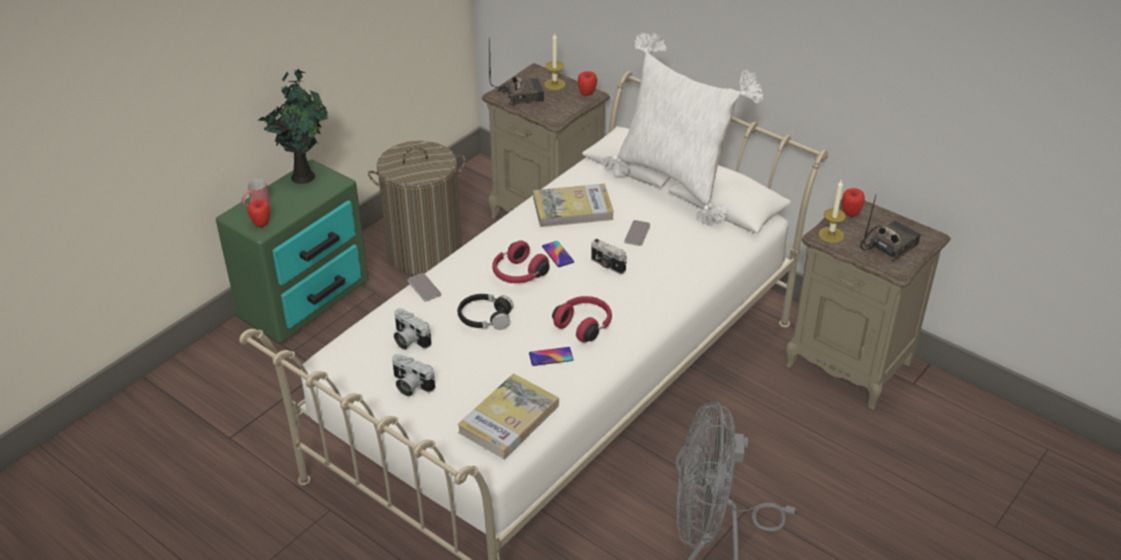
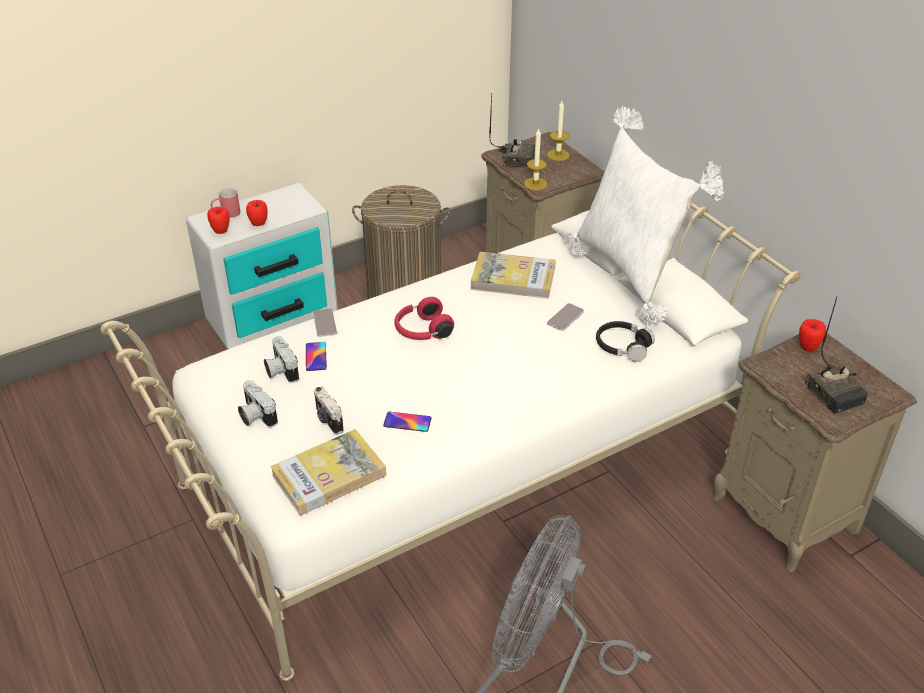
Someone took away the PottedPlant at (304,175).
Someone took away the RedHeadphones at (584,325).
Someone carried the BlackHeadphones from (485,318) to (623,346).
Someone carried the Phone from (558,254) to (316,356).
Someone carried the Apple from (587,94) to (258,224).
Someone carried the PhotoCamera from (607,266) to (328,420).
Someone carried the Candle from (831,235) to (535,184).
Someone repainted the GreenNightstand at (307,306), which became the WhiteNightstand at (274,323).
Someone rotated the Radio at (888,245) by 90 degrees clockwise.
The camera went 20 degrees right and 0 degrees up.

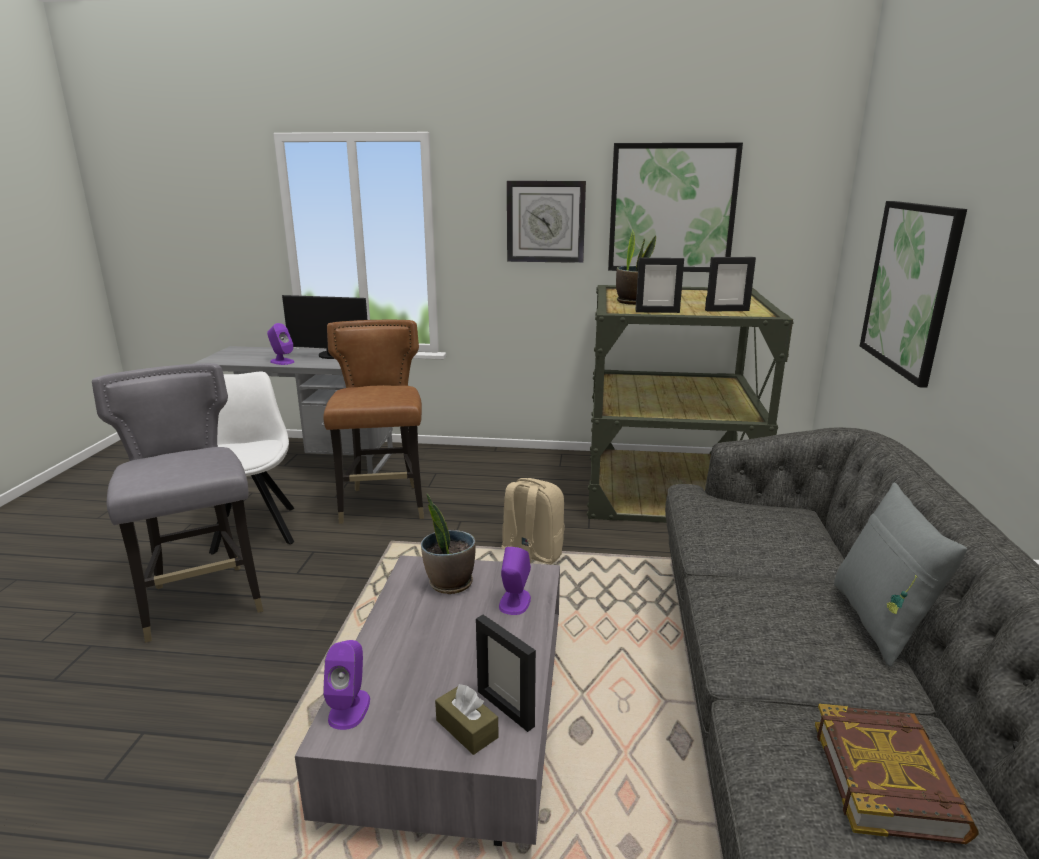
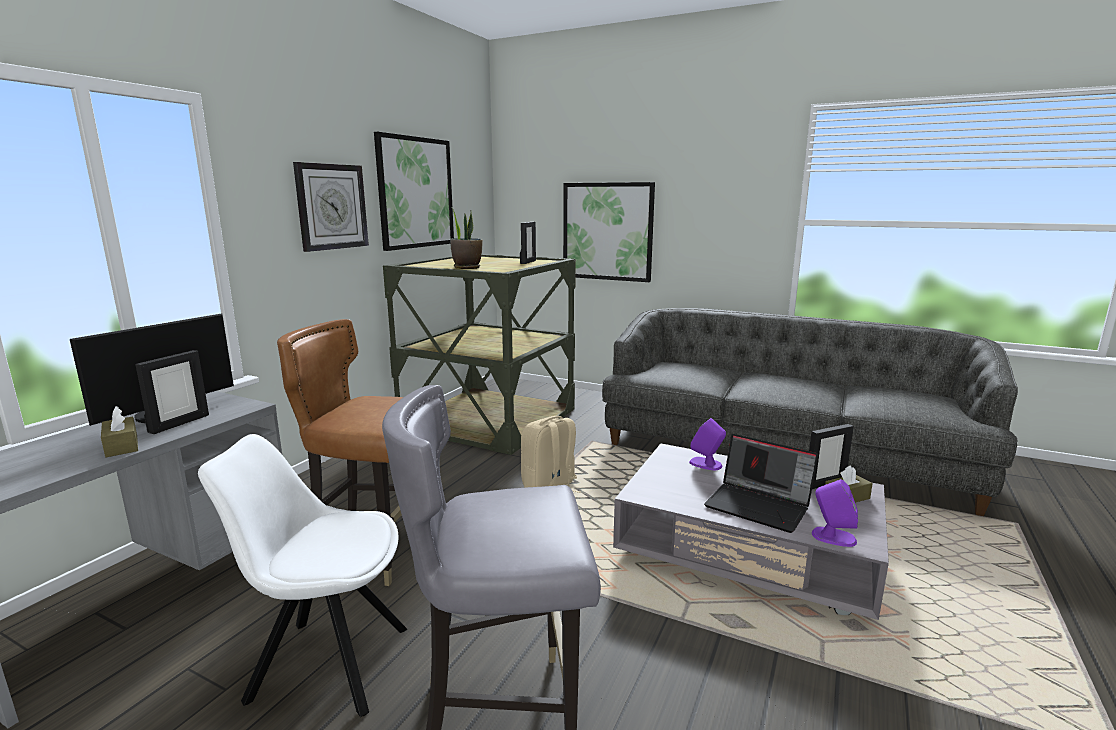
Someone took away the PottedPlant at (449,583).
Someone took away the Book at (887,779).
Someone took away the GreyPillow at (879,623).
Someone put down the Laptop at (759,505).
Someone carried the PictureFrame from (657,311) to (179,423).
Someone swapped the PurpleSpeaker at (282,361) for the BrownTissueBox at (122,446).
The camera went 70 degrees left and 5 degrees down.

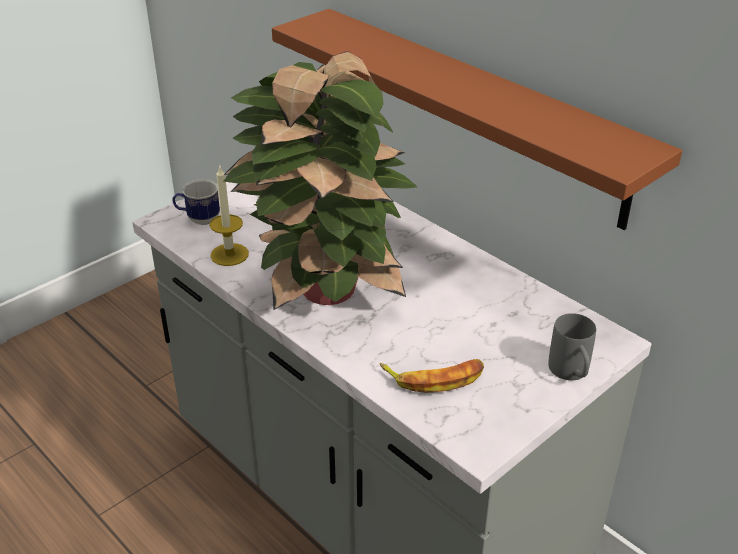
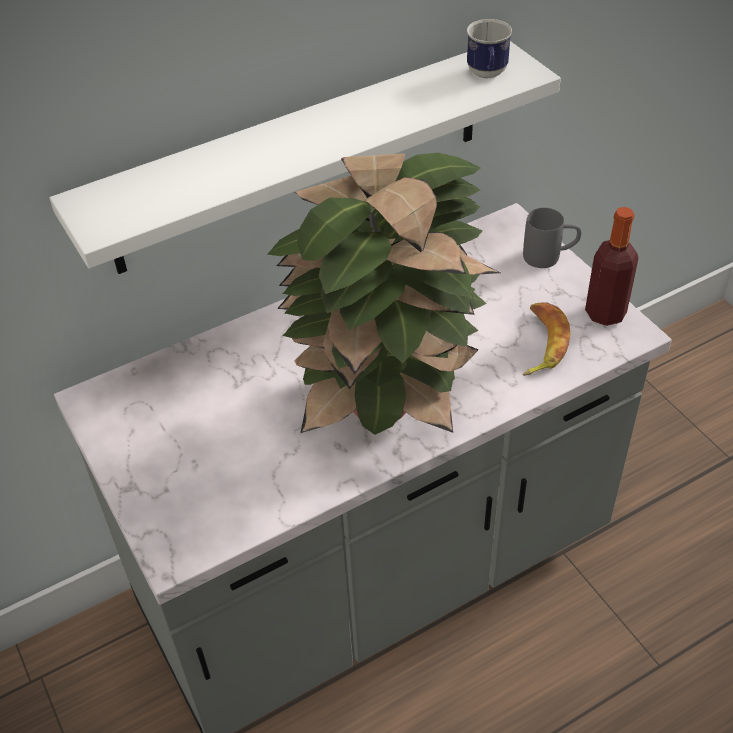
Someone took away the Candle at (229,254).
Someone put down the Bottle at (605,313).
Someone carried the Mug from (198,220) to (487,75).
Someone repainted the BrownShelf at (476,113), which became the WhiteShelf at (300,157).
The camera went 75 degrees left and 10 degrees up.

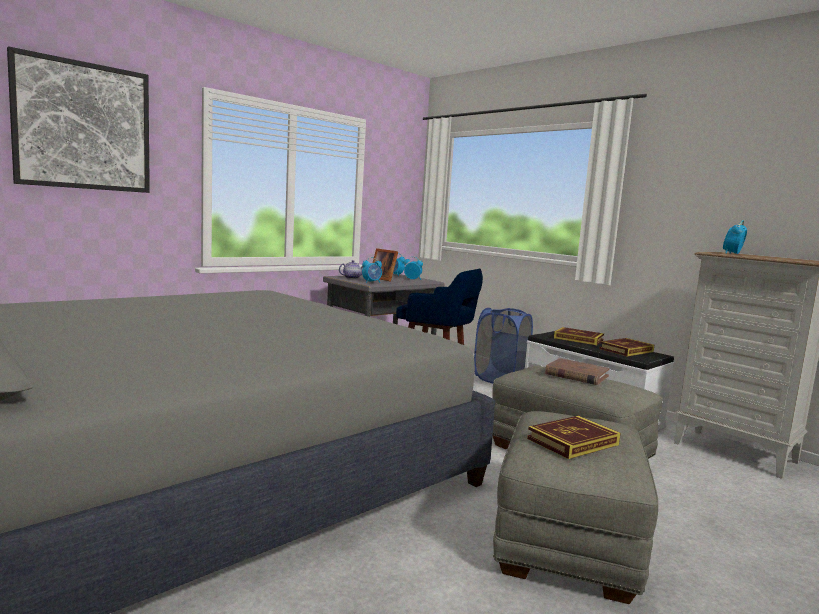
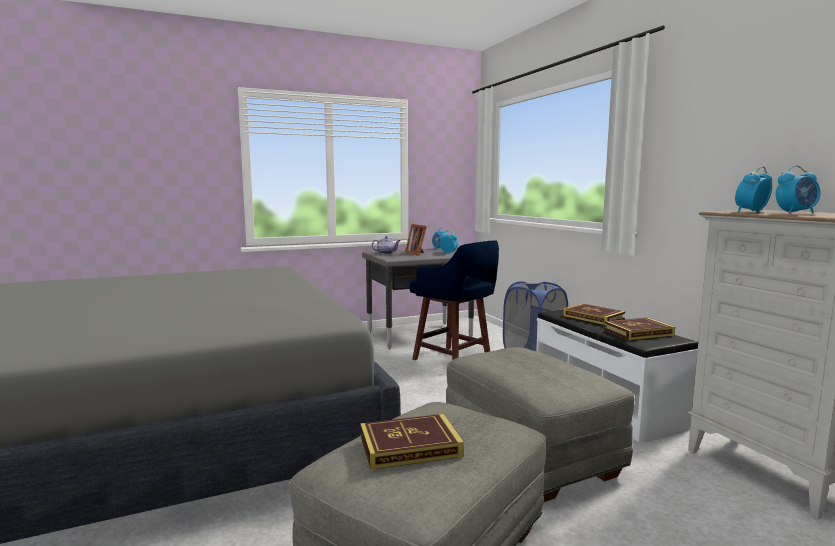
Someone took away the Picture at (83,126).
Someone took away the BrownBook at (576,375).
Someone carried the AlarmClock from (372,282) to (796,213).
The camera went 20 degrees right and 0 degrees up.

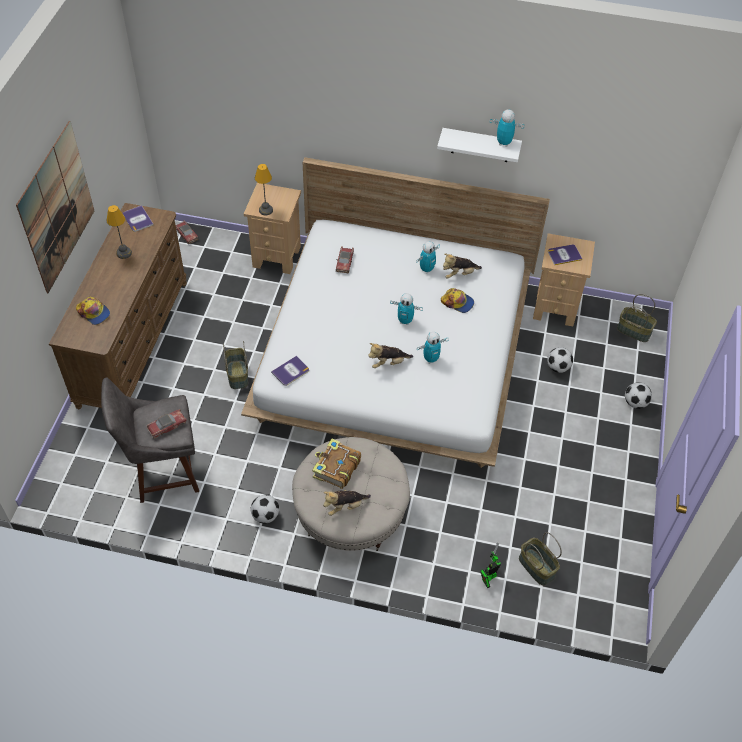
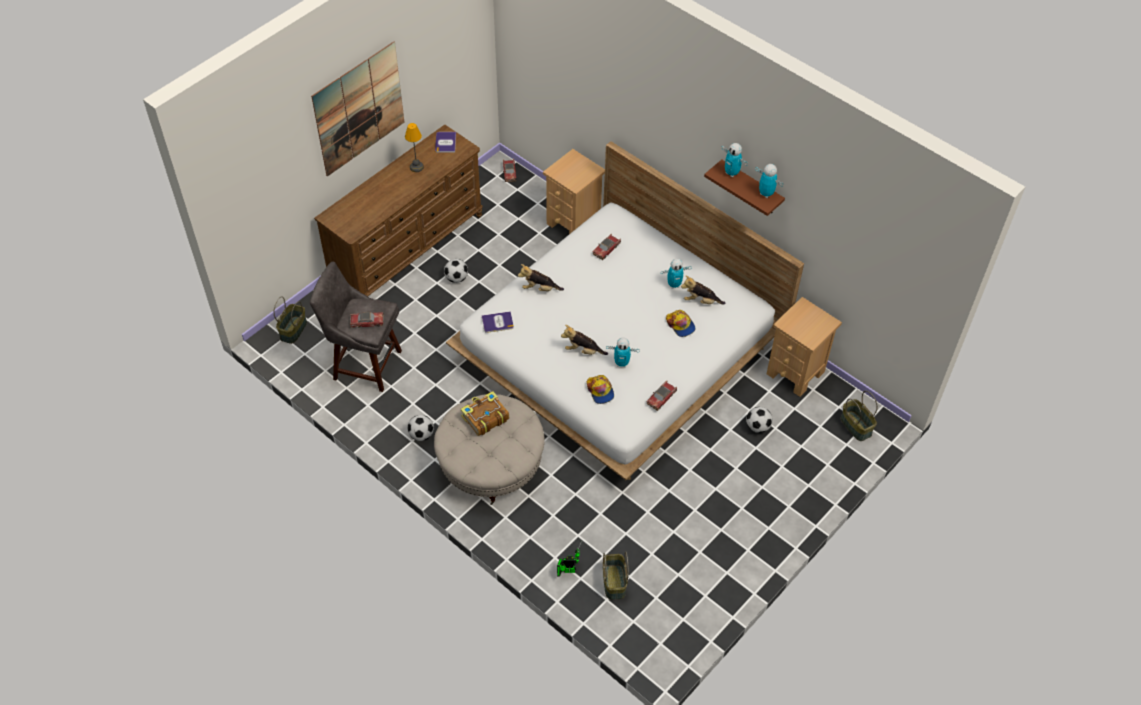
Someone took away the TableLamp at (265,210).
Someone took away the Book at (564,255).
Someone put down the ToyCar at (661,398).
Someone carried the Cap from (94,313) to (600,391).
Someone carried the Basket from (237,374) to (293,329).
Someone carried the PlushToy from (345,506) to (539,288).
Someone carried the ToyRobot from (405,321) to (731,173).
Someone carried the Football from (635,403) to (456,278).
Someone repainted the WhiteShelf at (480,145), which became the BrownShelf at (751,188).
The camera went 30 degrees right and 0 degrees up.

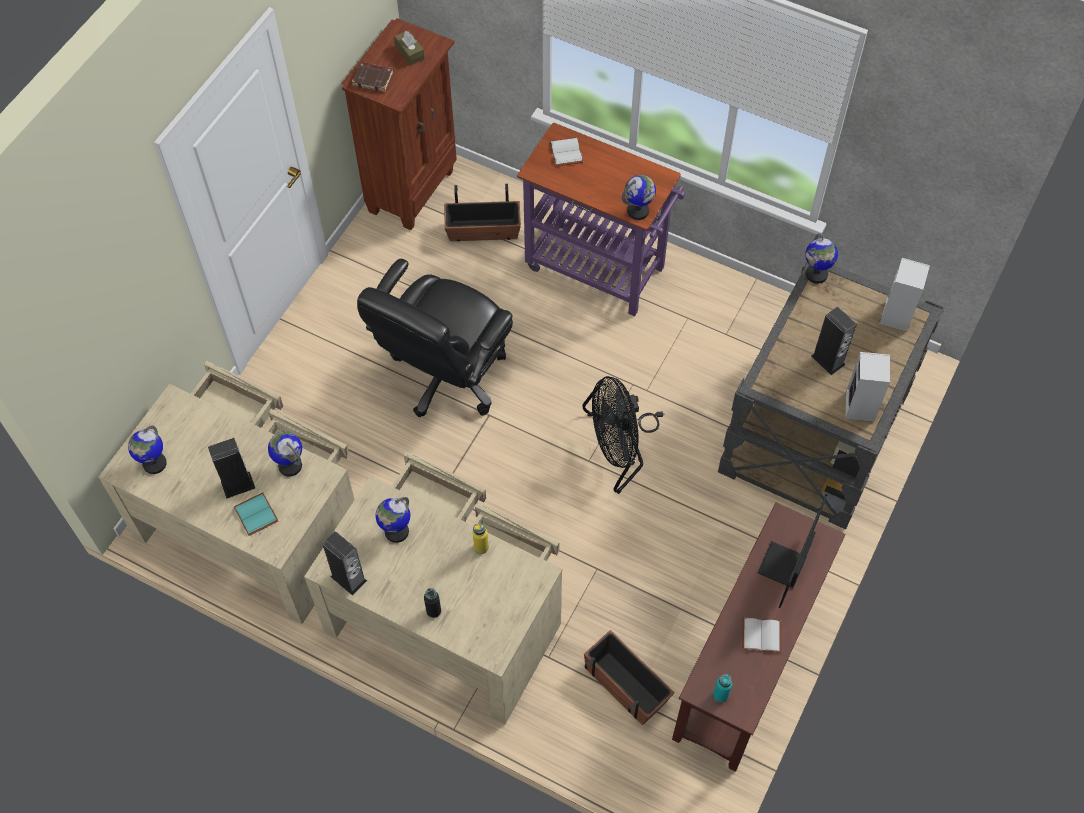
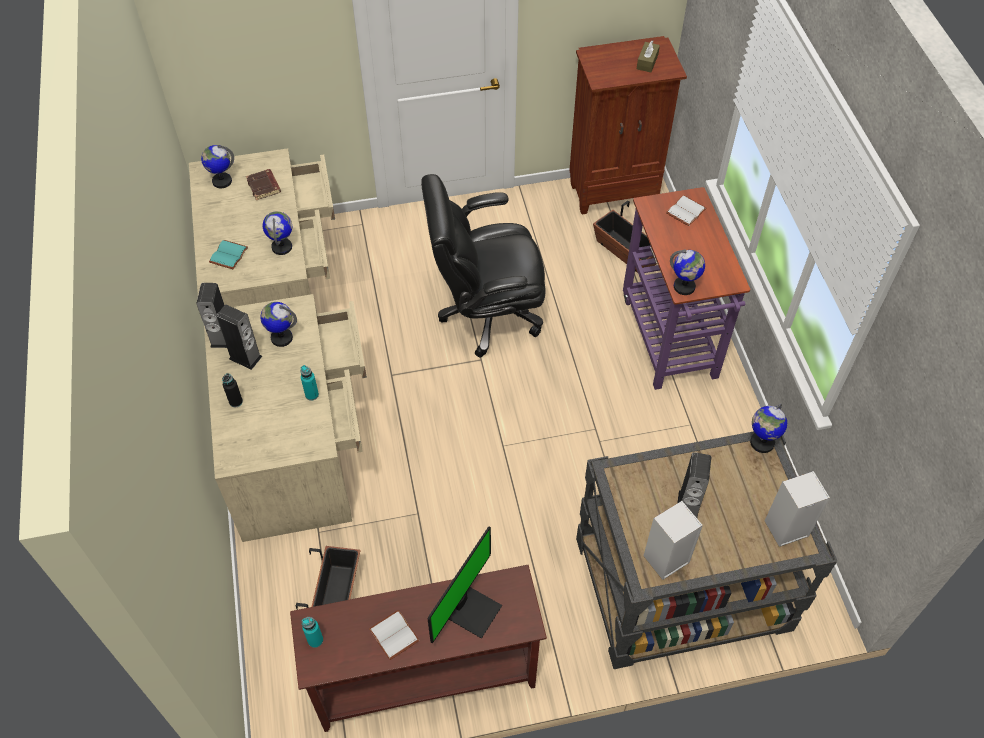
Someone took away the BlackFan at (620,445).
Someone carried the Speaker from (238,485) to (245,357).
Someone carried the BrownBook from (373,79) to (264,187).
Someone repainted the YellowBottle at (481,547), which became the TurquoiseBottle at (312,395).
Someone rotated the Monitor at (784,567) by 135 degrees clockwise.
The camera went 50 degrees right and 5 degrees down.

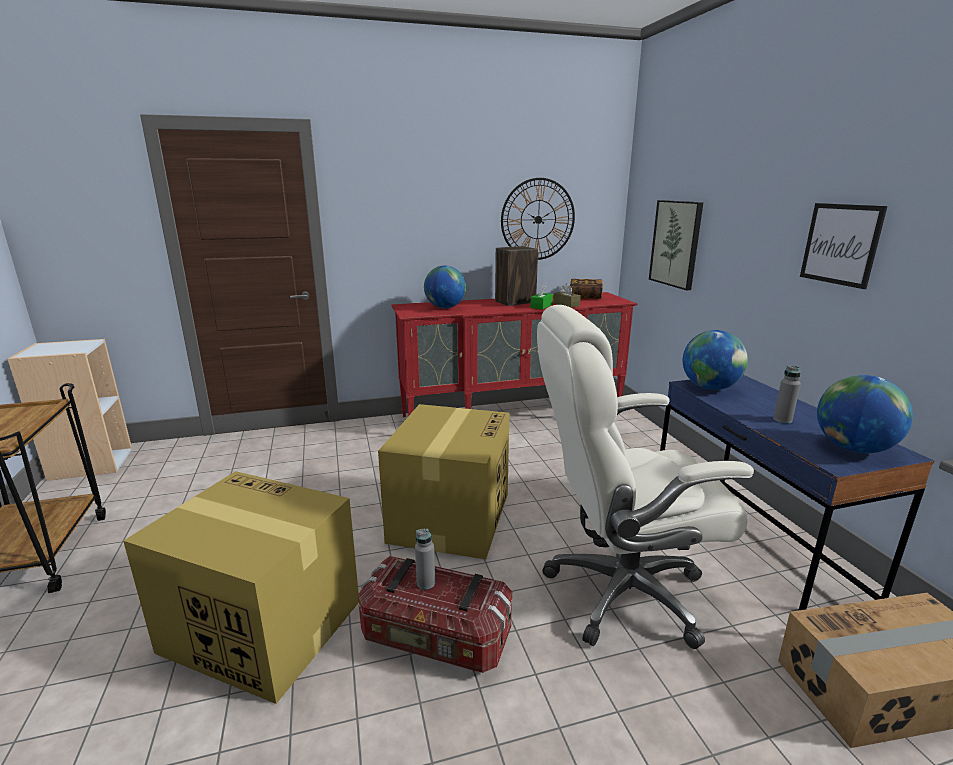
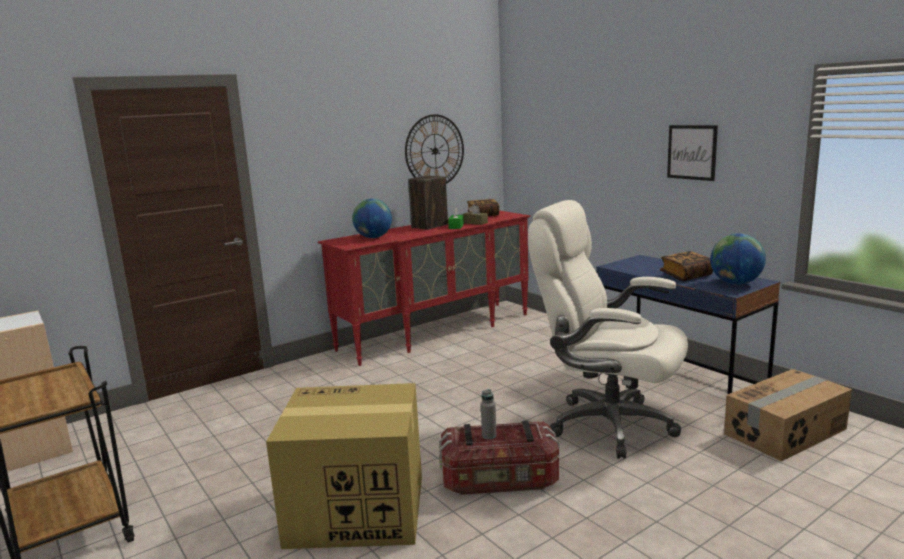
Someone took away the CardboardBox at (450,516).
Someone took away the Picture at (676,243).
Someone took away the Globe at (709,388).
Someone swapped the GreyBottle at (782,420) for the Book at (686,276).
Someone rotated the WhiteOfficeChair at (621,593) by 60 degrees clockwise.
The camera went 20 degrees left and 5 degrees down.

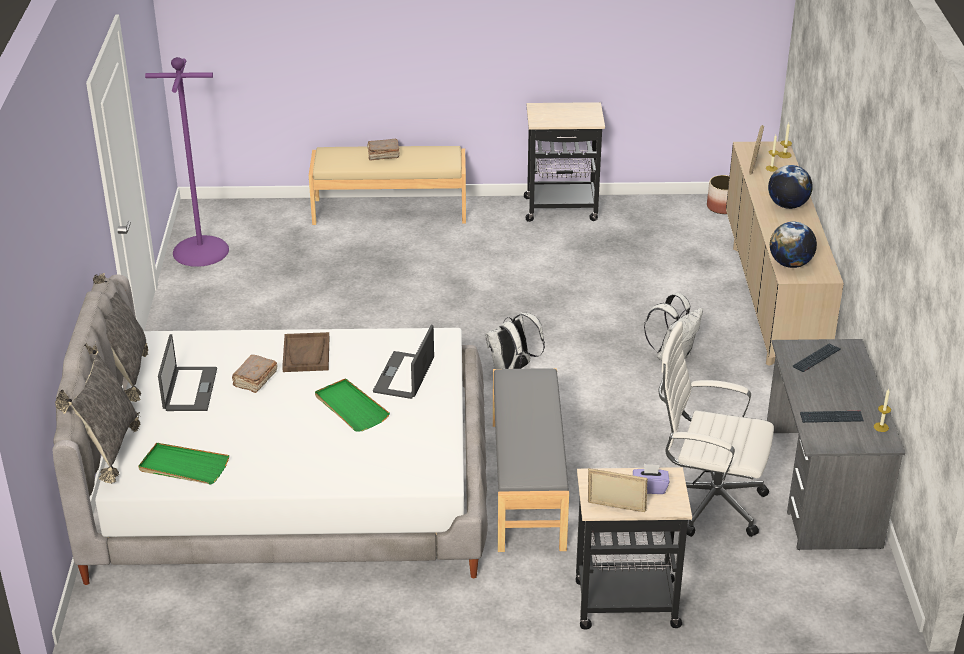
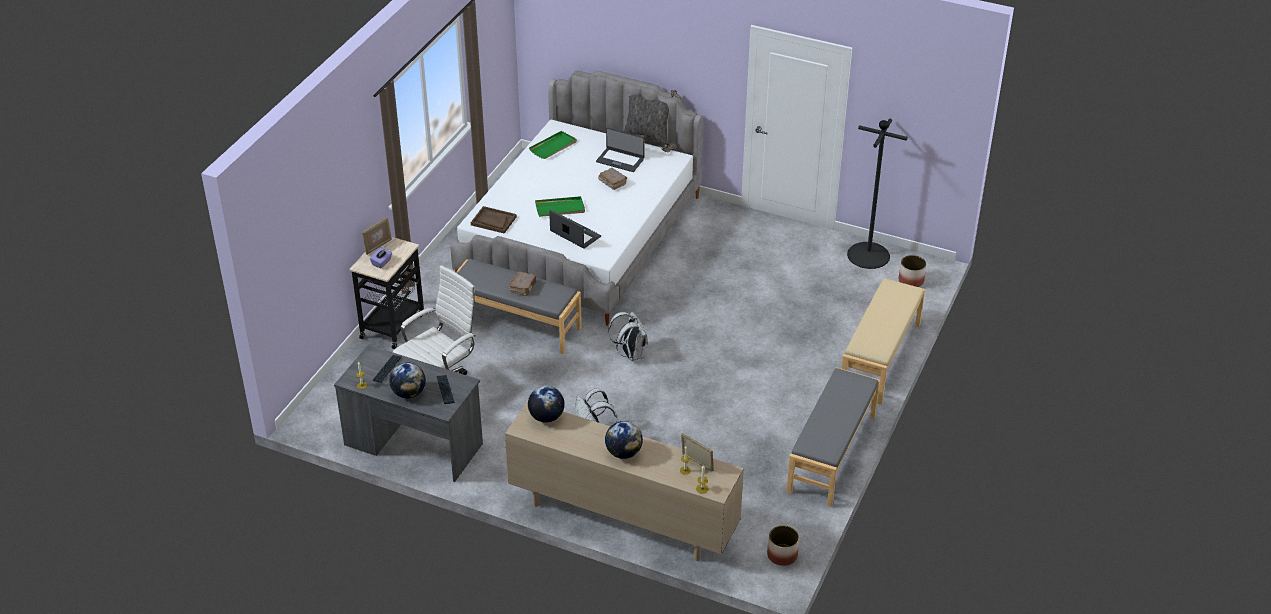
Someone took away the Pillow at (107,453).
Someone put down the Globe at (409,393).
Someone put down the Planter at (911,281).
Someone carried the BrownTray from (306,354) to (493,221).
Someone carried the BrownBook from (383,155) to (523,287).
Someone swapped the Cart at (562,209) for the GreyBench at (832,454).
Someone repainted the PurpleClothesRack at (200,251), which became the BlackClothesRack at (868,255).
The camera went 115 degrees right and 5 degrees up.

